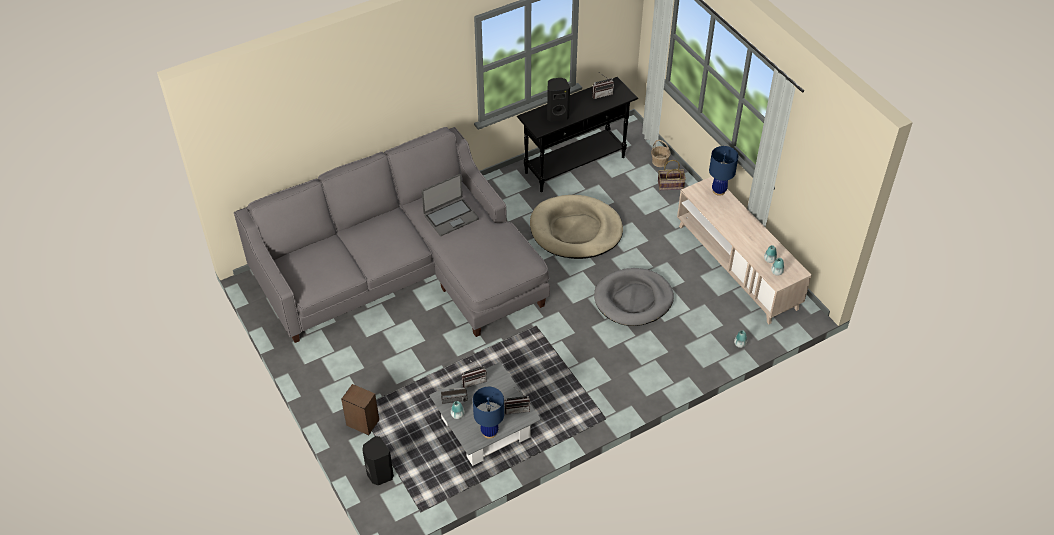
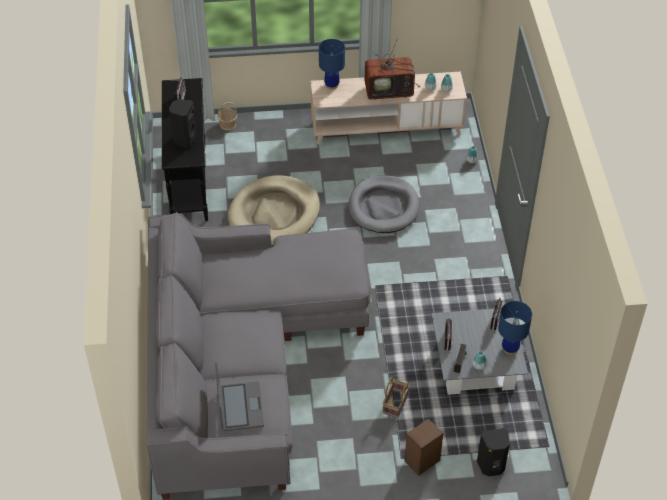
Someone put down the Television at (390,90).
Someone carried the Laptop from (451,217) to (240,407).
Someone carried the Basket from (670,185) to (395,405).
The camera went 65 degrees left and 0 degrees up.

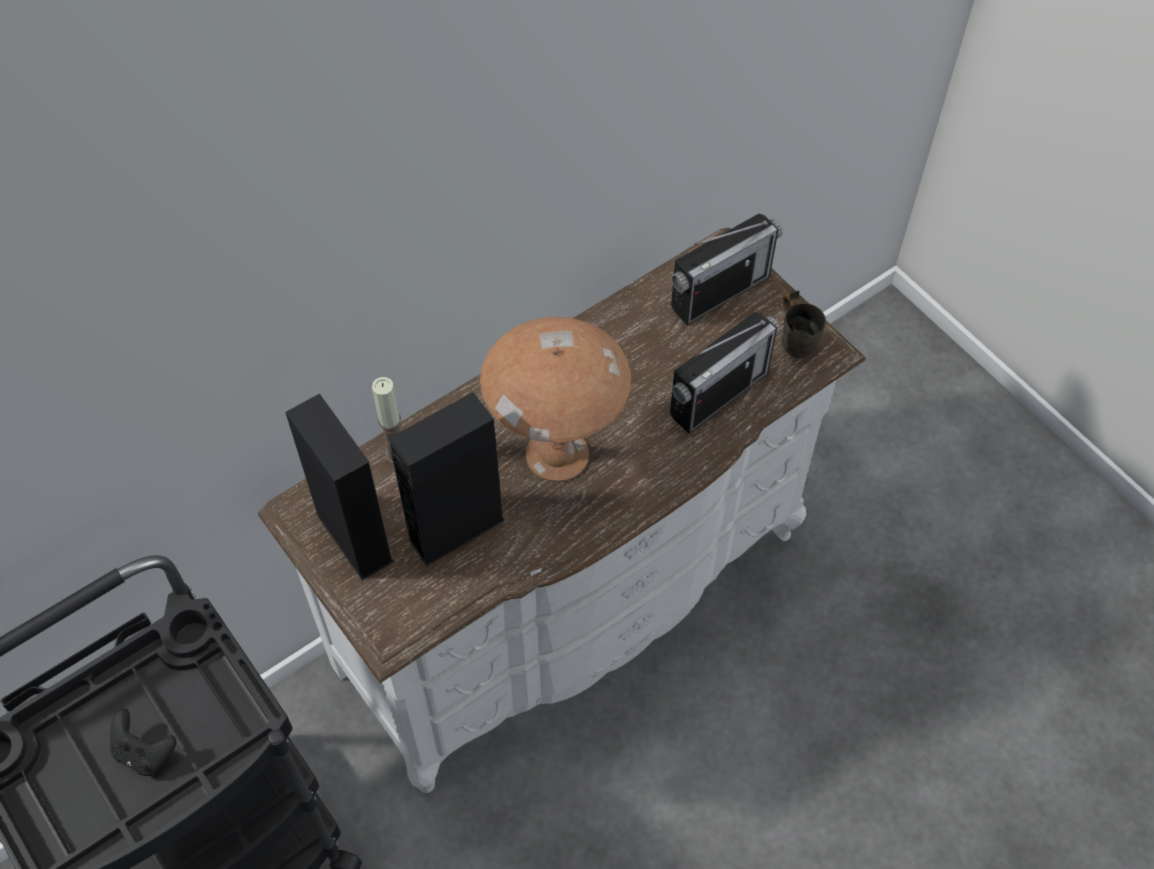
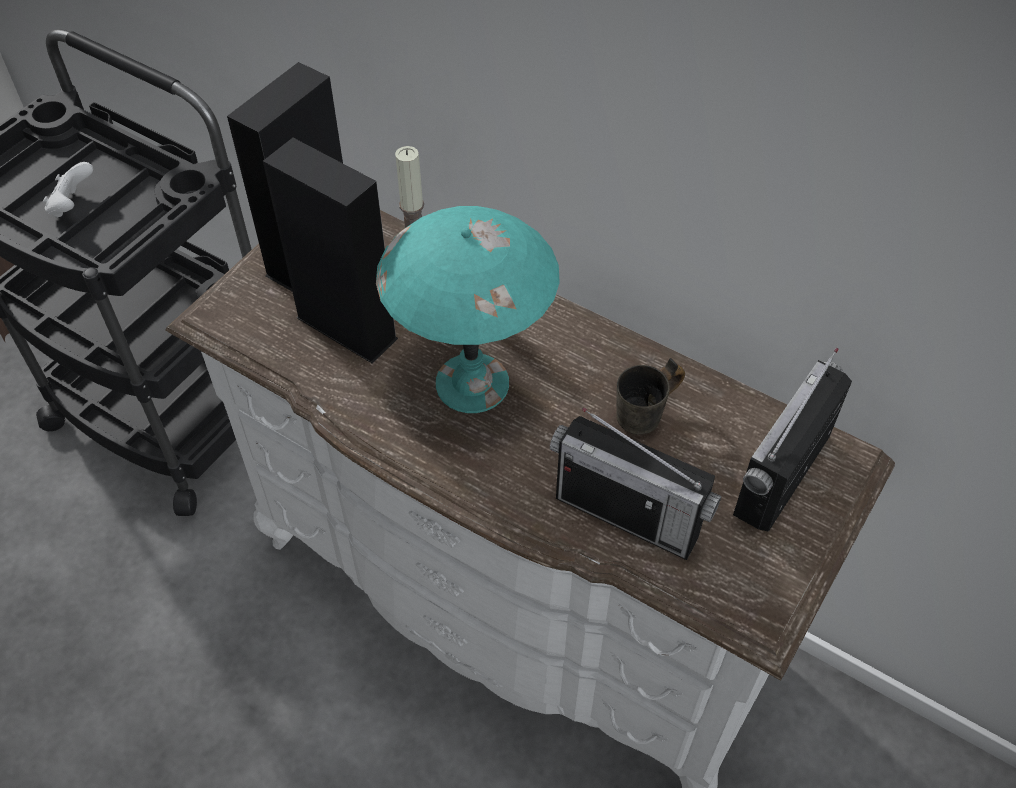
Someone carried the GreyMug from (799,338) to (649,417).
Someone repainted the BlackGameController at (145,752), which became the WhiteGameController at (73,206).
Someone repainted the BrownTableLamp at (557,453), which became the TurquoiseTableLamp at (474,383).
Someone rotated the Radio at (720,292) by 90 degrees clockwise.
The camera went 70 degrees right and 5 degrees down.

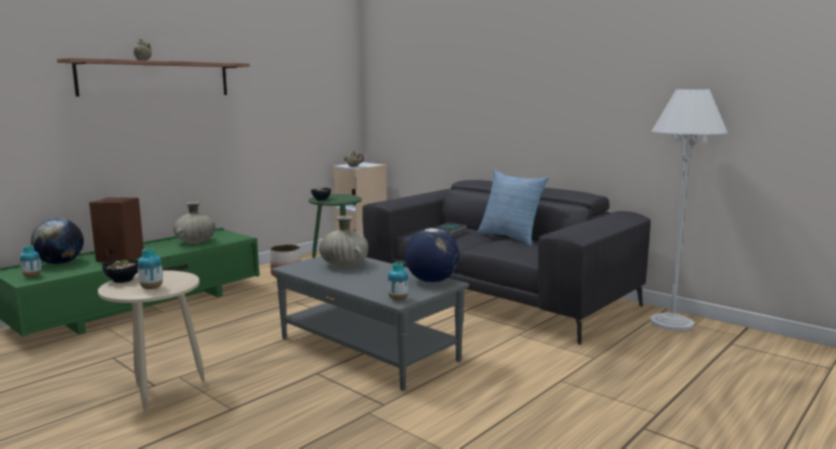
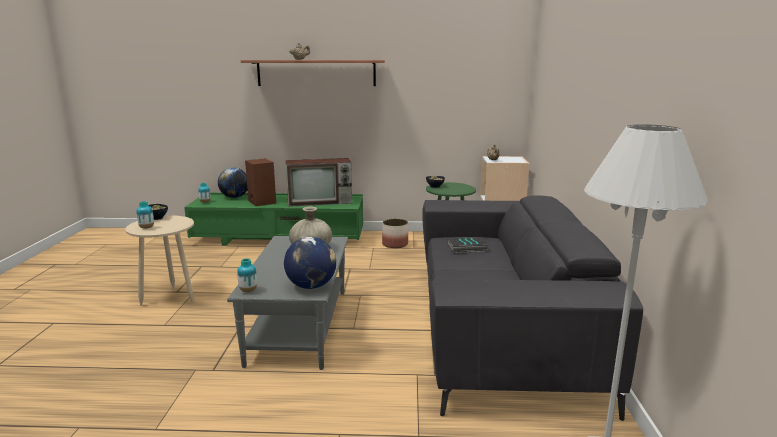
Someone took away the Pillow at (511,238).
Someone swapped the BeigeVase at (195,242) for the Television at (321,201).
The camera went 50 degrees right and 5 degrees up.

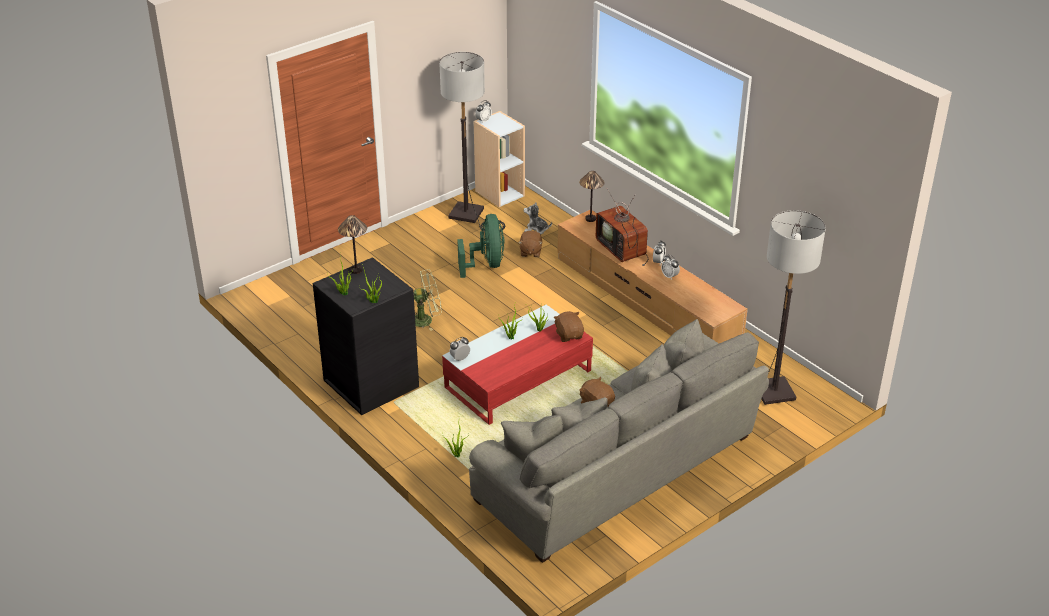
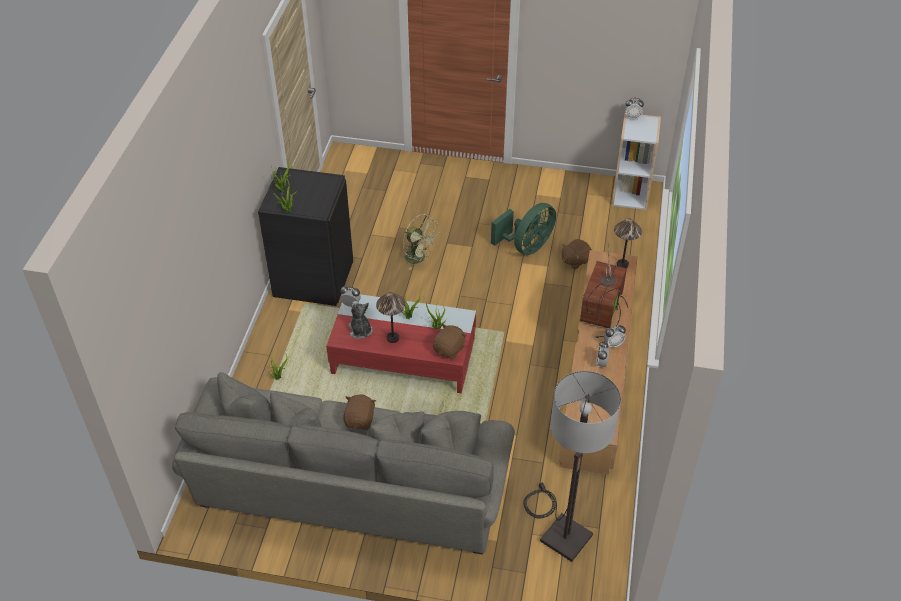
Someone took away the FloorLamp at (473,218).
Someone carried the TableLamp from (356,270) to (392,338).
Someone carried the PlushToy from (536,230) to (360,330).
The camera went 50 degrees right and 10 degrees up.

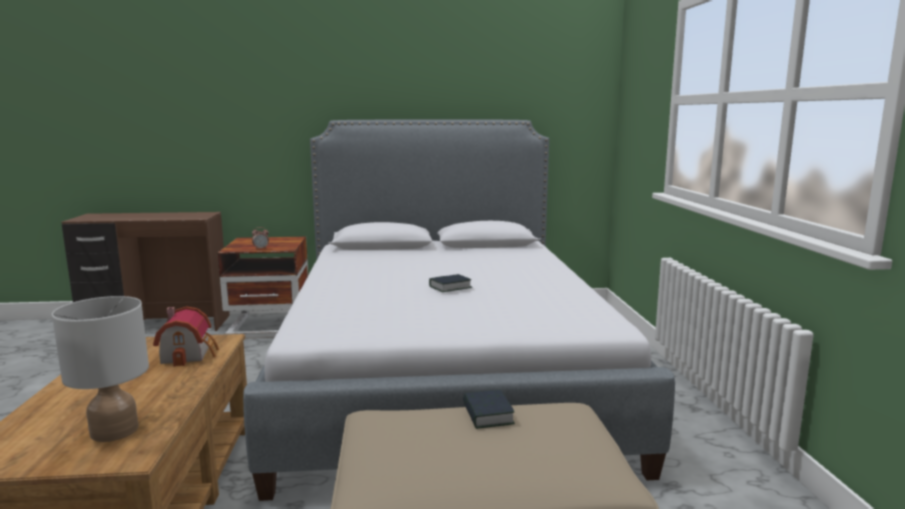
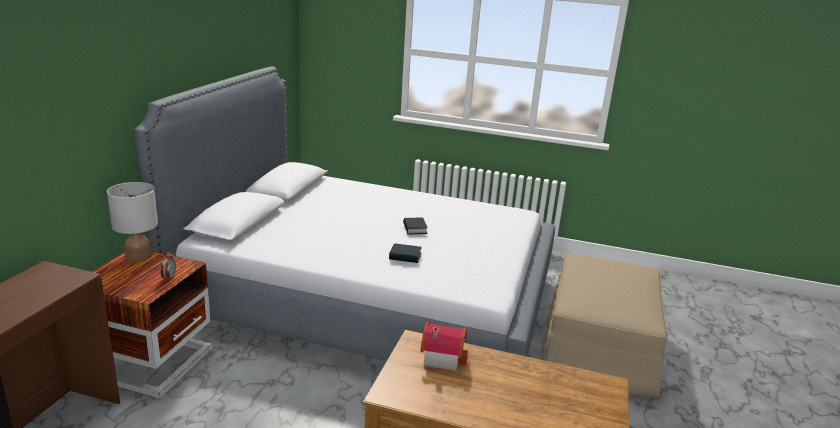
Someone carried the GreyTableLamp from (115,431) to (139,256).
Someone carried the Book from (487,415) to (405,256).
The camera went 70 degrees left and 10 degrees up.

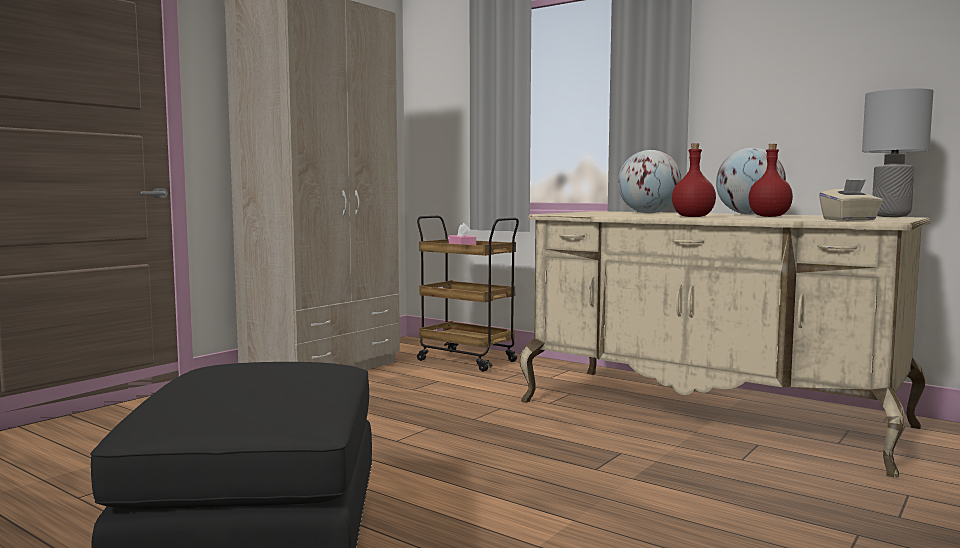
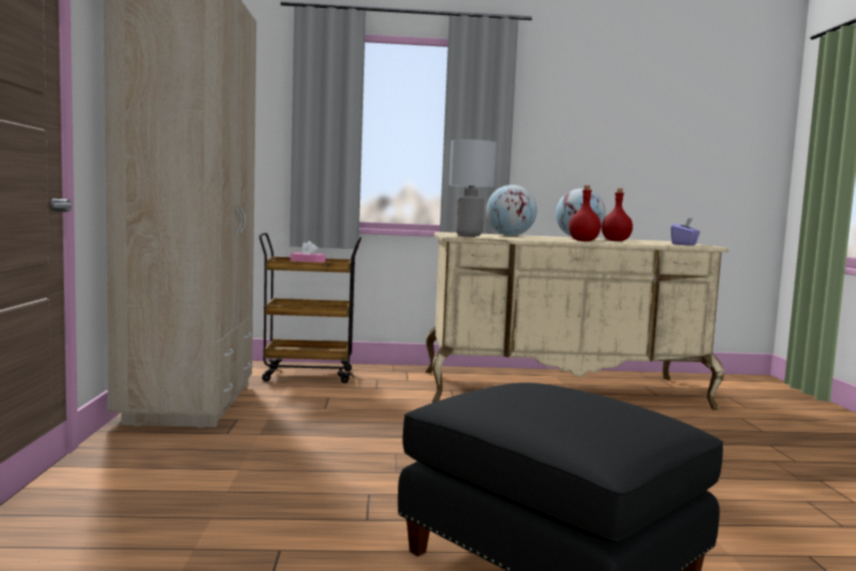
Someone carried the GreyTableLamp from (891,217) to (469,236).
Someone repainted the BeigeTissueBox at (850,220), which became the PurpleTissueBox at (684,244).
The camera went 40 degrees left and 0 degrees up.

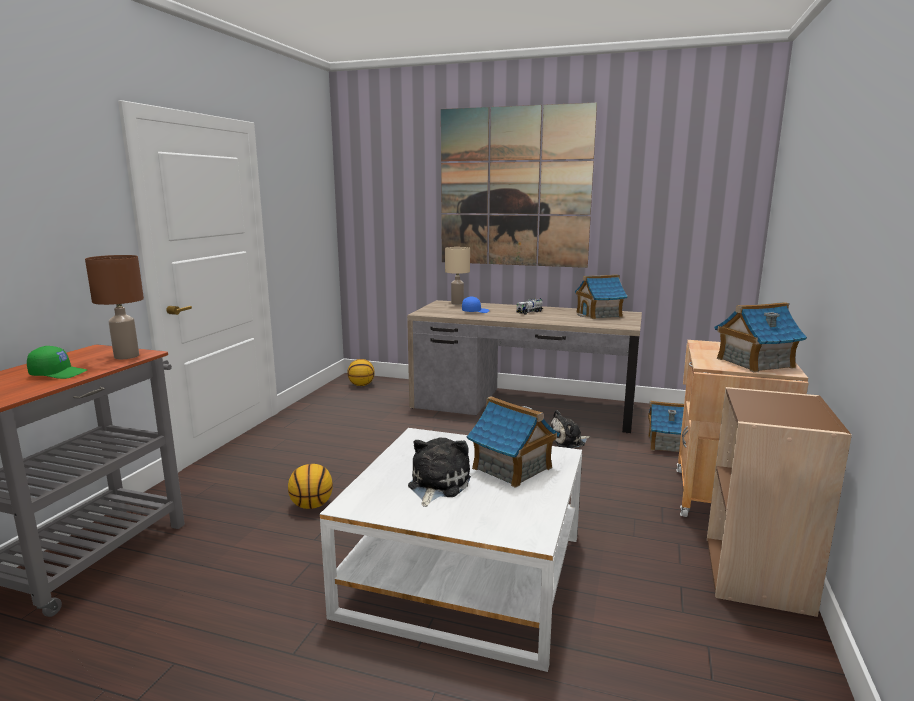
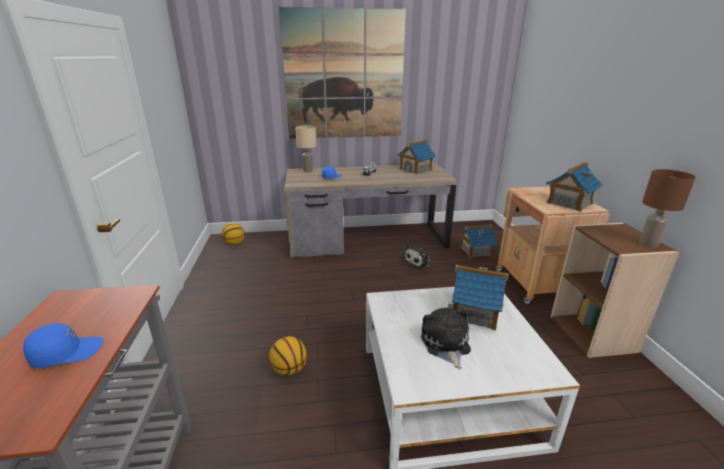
Someone carried the BrownTableLamp from (127,356) to (649,243).
Someone repainted the GreenCap at (59,373), which became the BlueCap at (68,352).
The camera went 25 degrees left and 10 degrees up.

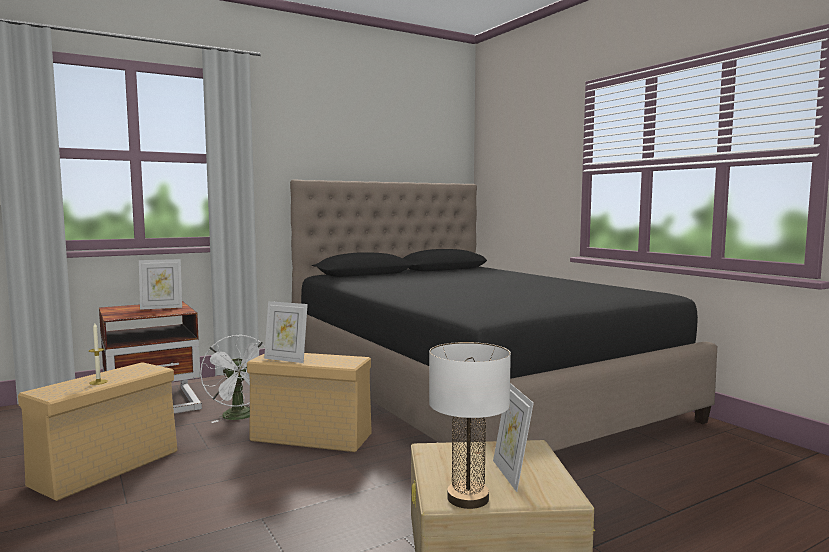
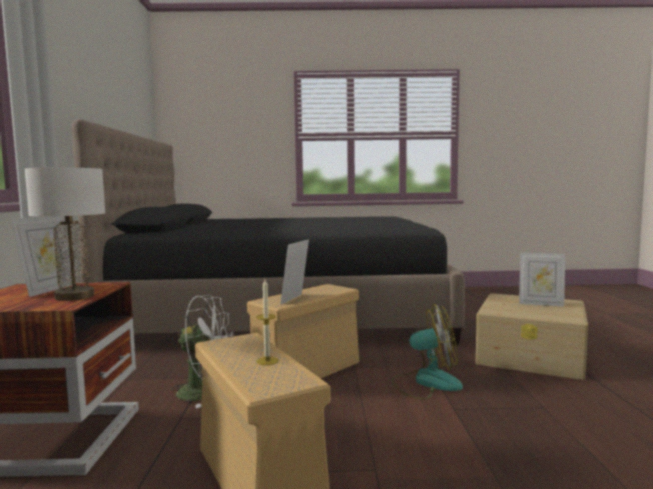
Someone put down the Fan at (426,382).
Someone carried the TableLamp from (468,498) to (74,296).
Someone rotated the PictureFrame at (286,359) by 150 degrees clockwise.
The camera went 60 degrees left and 0 degrees up.

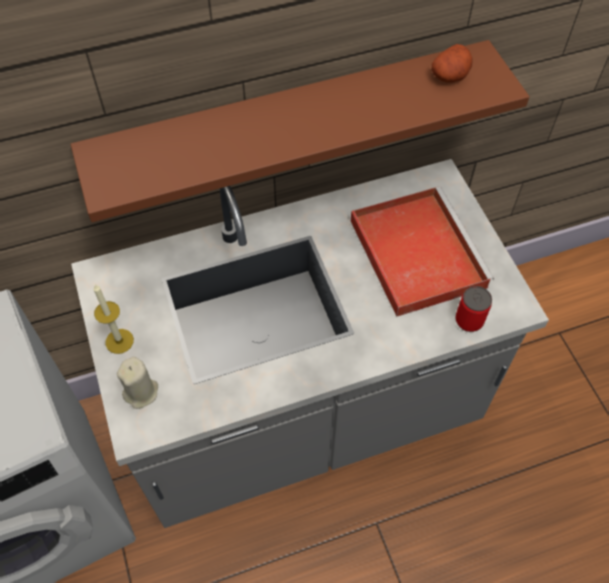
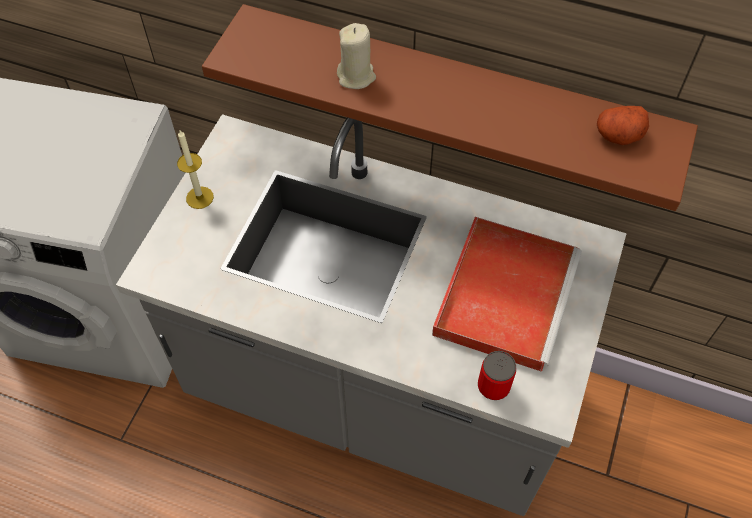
Someone carried the BeigeCandle from (141,392) to (356,76).
The camera went 40 degrees right and 0 degrees up.

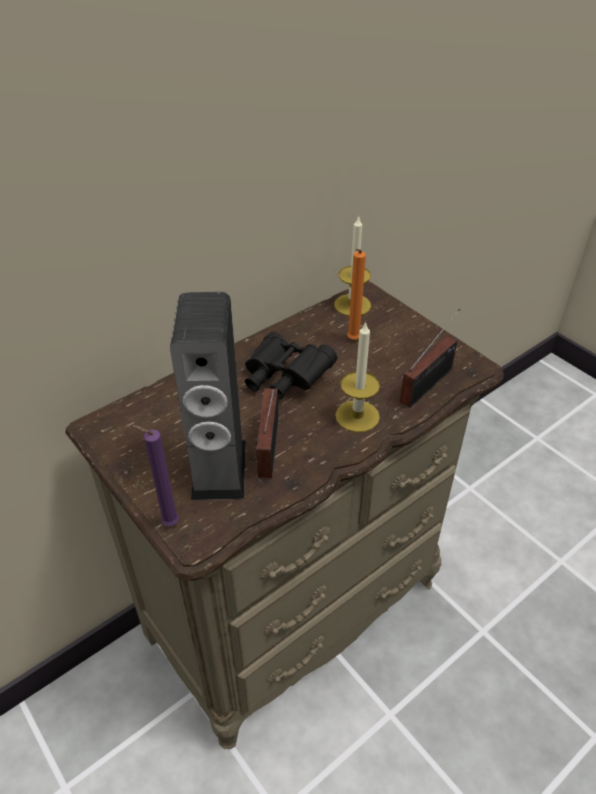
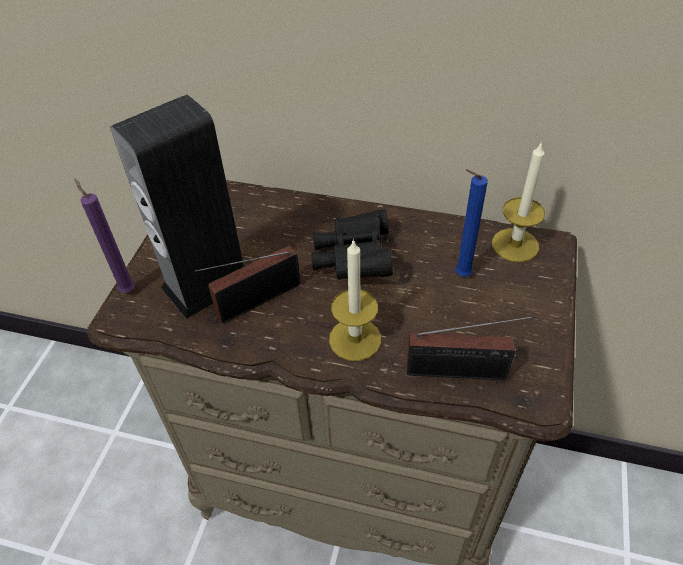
Someone repainted the OrangeCandle at (352,341), which became the BlueCandle at (460,275).
The camera went 55 degrees right and 5 degrees up.

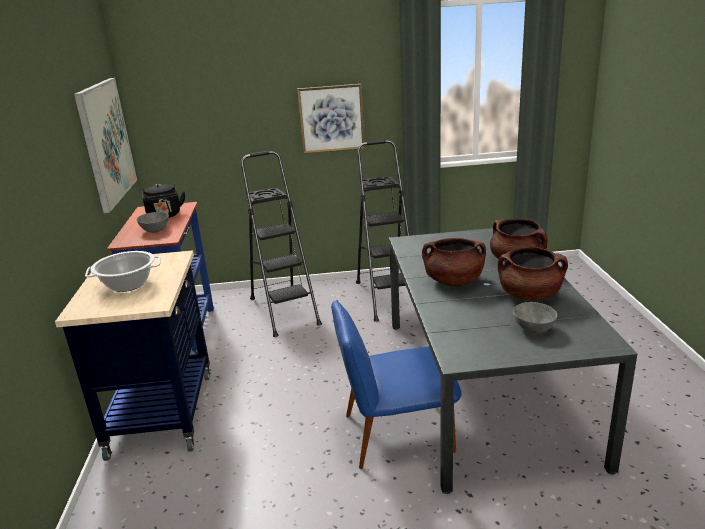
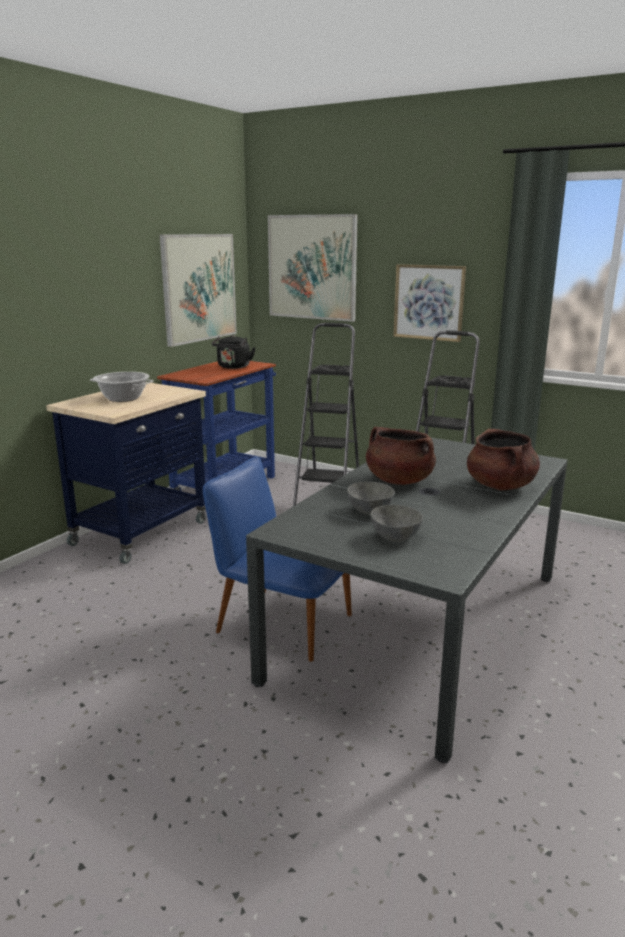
Someone took away the BrownCookingPot at (529,295).
Someone put up the Picture at (312,267).
Someone carried the GreyBowl from (155,230) to (370,510).
The camera went 35 degrees right and 5 degrees down.

